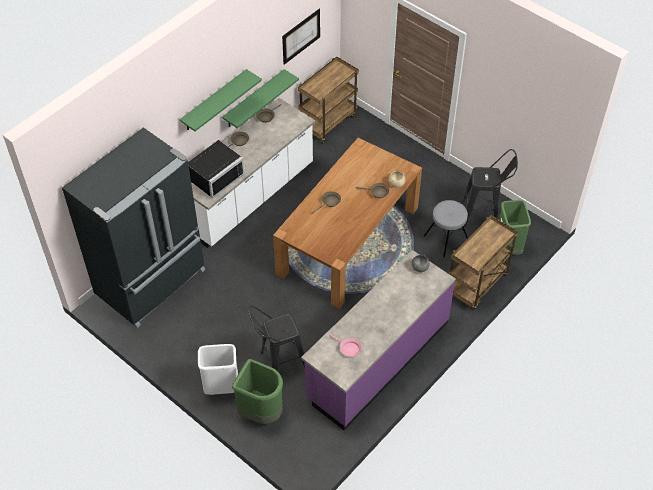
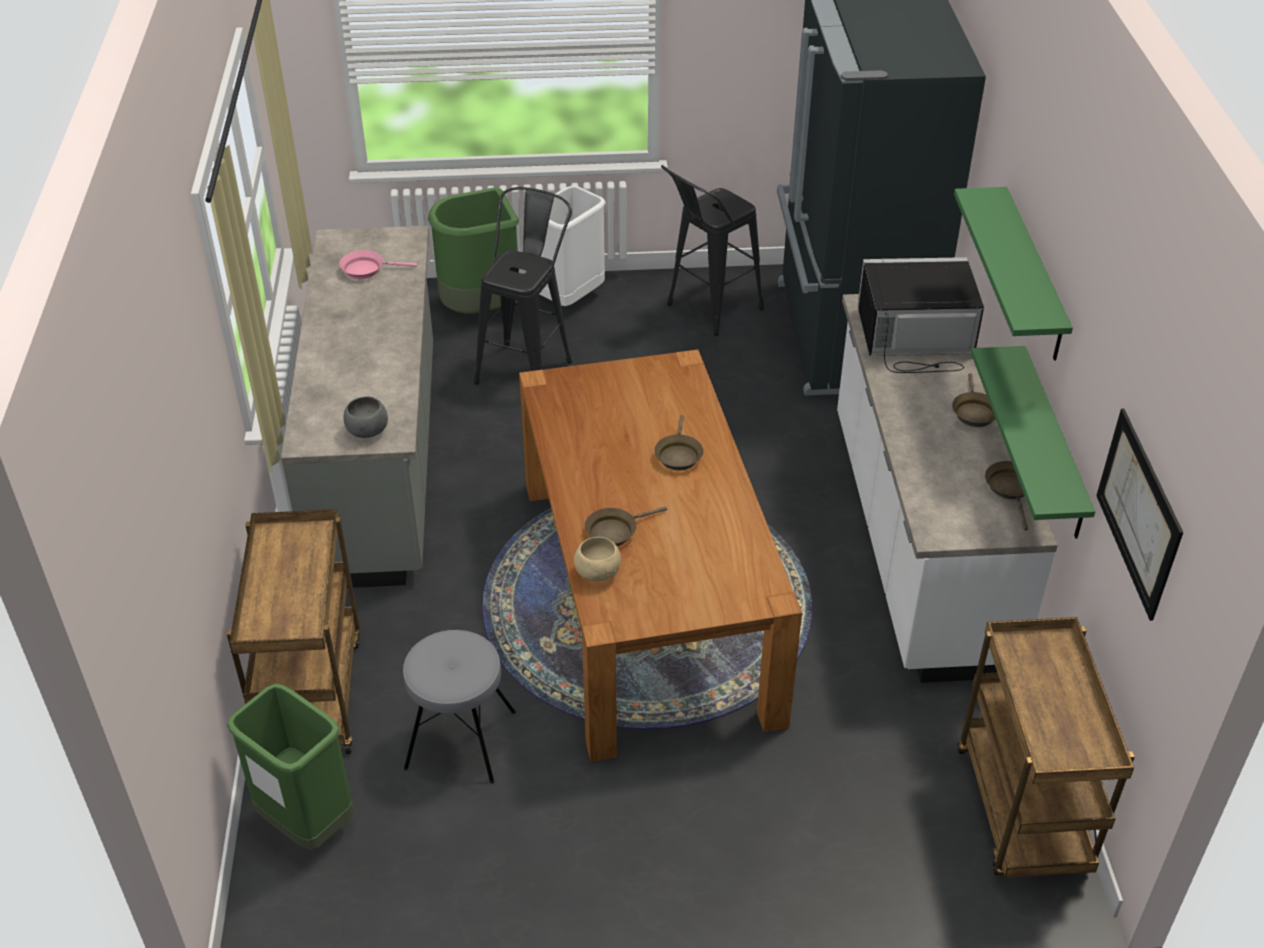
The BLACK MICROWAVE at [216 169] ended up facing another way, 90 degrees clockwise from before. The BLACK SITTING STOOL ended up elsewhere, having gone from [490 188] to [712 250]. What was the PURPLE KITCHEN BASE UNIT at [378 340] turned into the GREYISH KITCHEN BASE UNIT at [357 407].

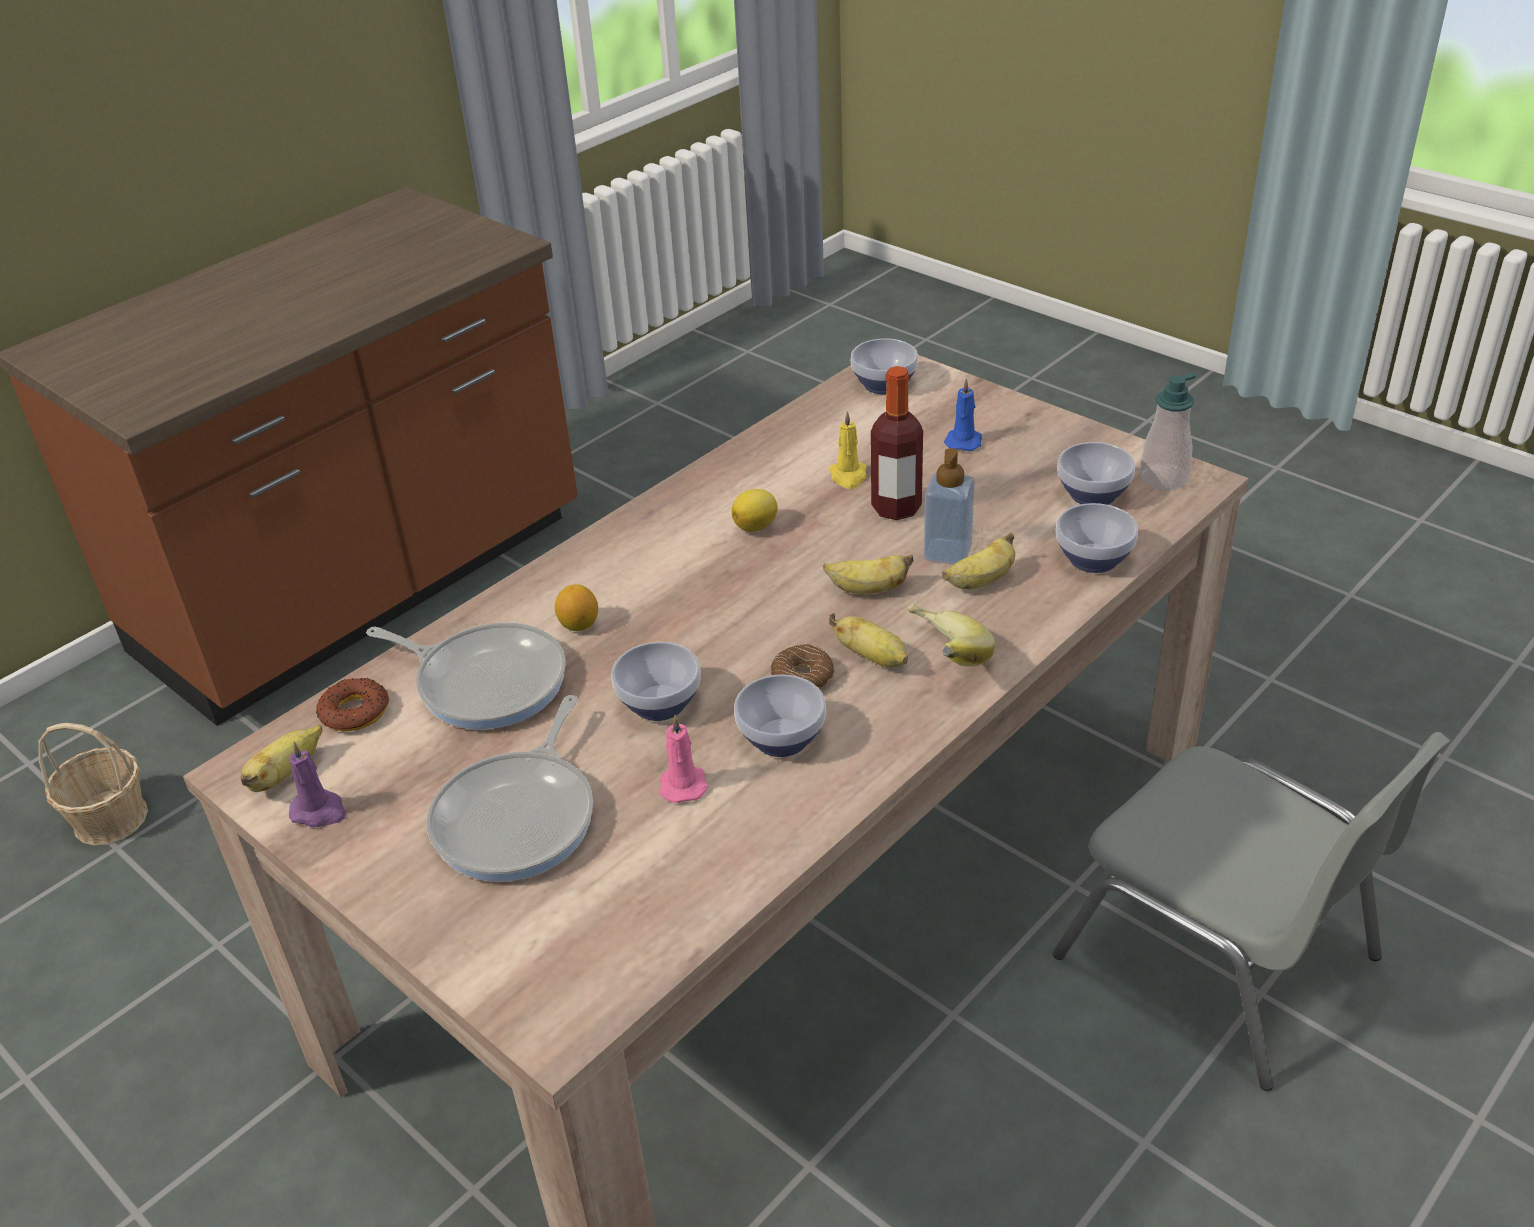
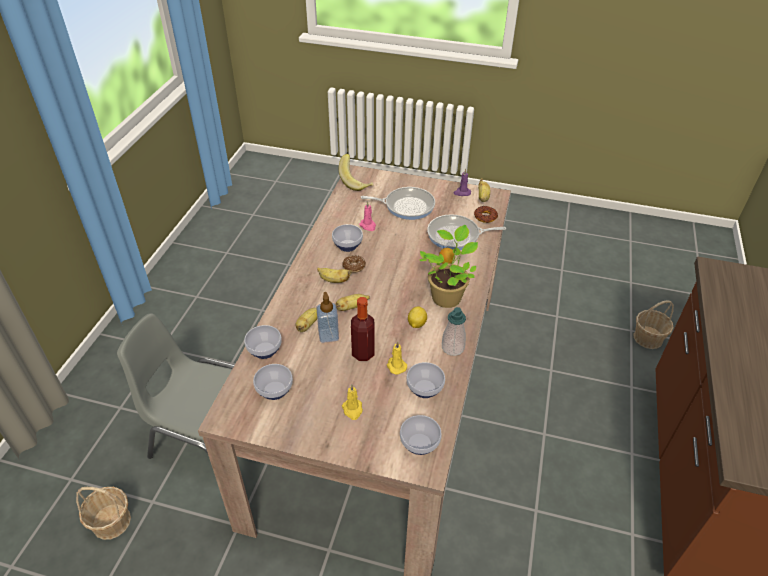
The SOAP DISPENSER ended up elsewhere, having gone from [1168 431] to [454 331]. What was the BLUE-COLOURED WAX CANDLE at [963 414] turned into the YELLOW WAX CANDLE at [352 402]. The BANANA FRUIT ended up elsewhere, having gone from [951 635] to [356 172]. The BOWL ended up elsewhere, having gone from [656 681] to [425 380]. The PAN at [510 788] ended up facing another way, 105 degrees clockwise from before. The second view gained the POTTED PLANT at [449 266]. The second view gained the STORAGE BASKET at [103 513].

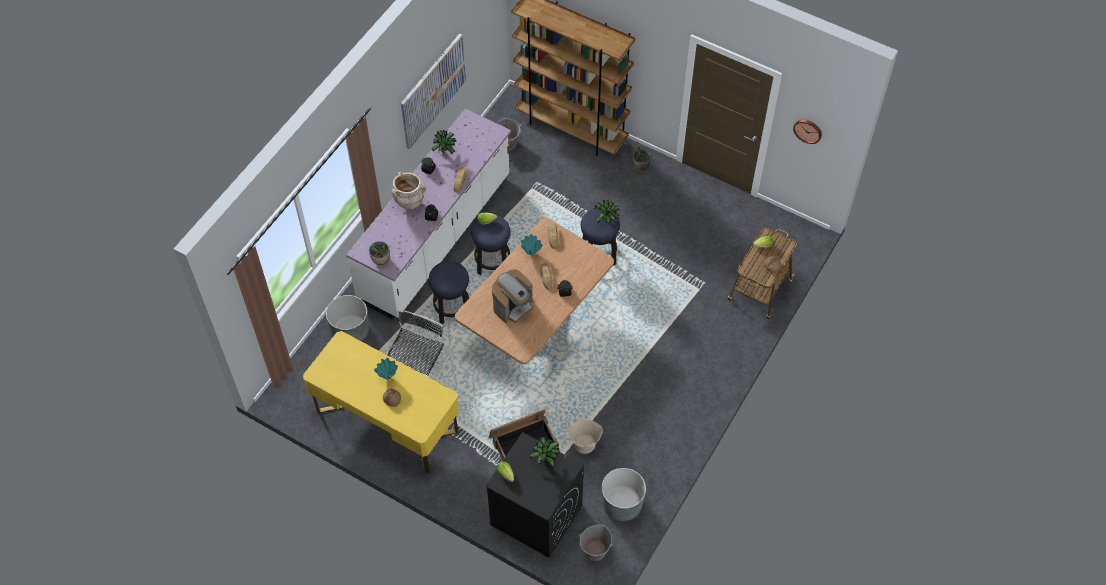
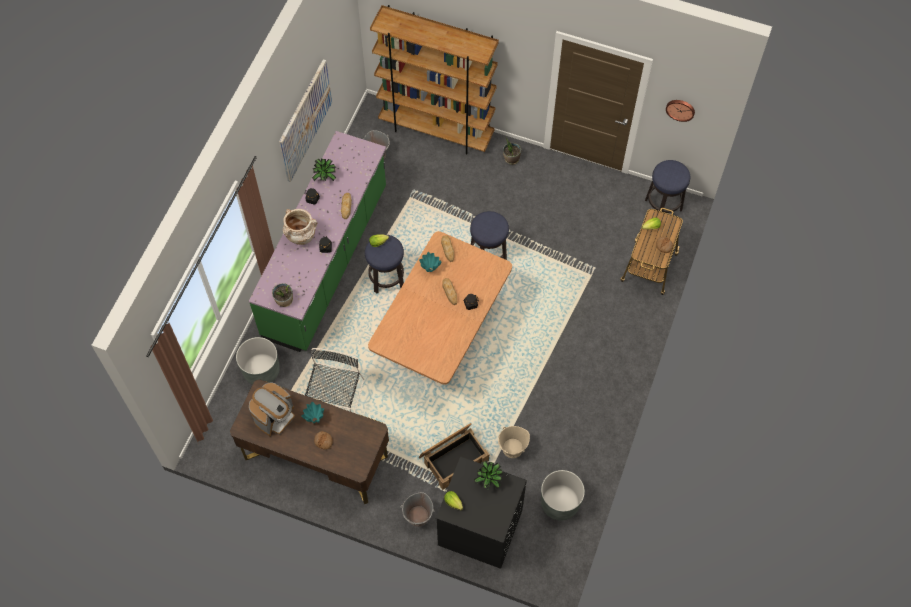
What was the WHITISH KITCHEN BASE UNIT at [428 214] turned into the GREENISH KITCHEN BASE UNIT at [317 241]. The second view lost the POTTED PLANT at [607 211]. The SITTING STOOL ended up elsewhere, having gone from [449 292] to [667 186]. The COFFEE MAKER ended up elsewhere, having gone from [512 296] to [272 409]. What was the YELLOW DESK TABLE at [381 402] turned into the BROWN DESK TABLE at [309 441]. The GREYISH BUCKET ended up elsewhere, having gone from [596 543] to [418 509].

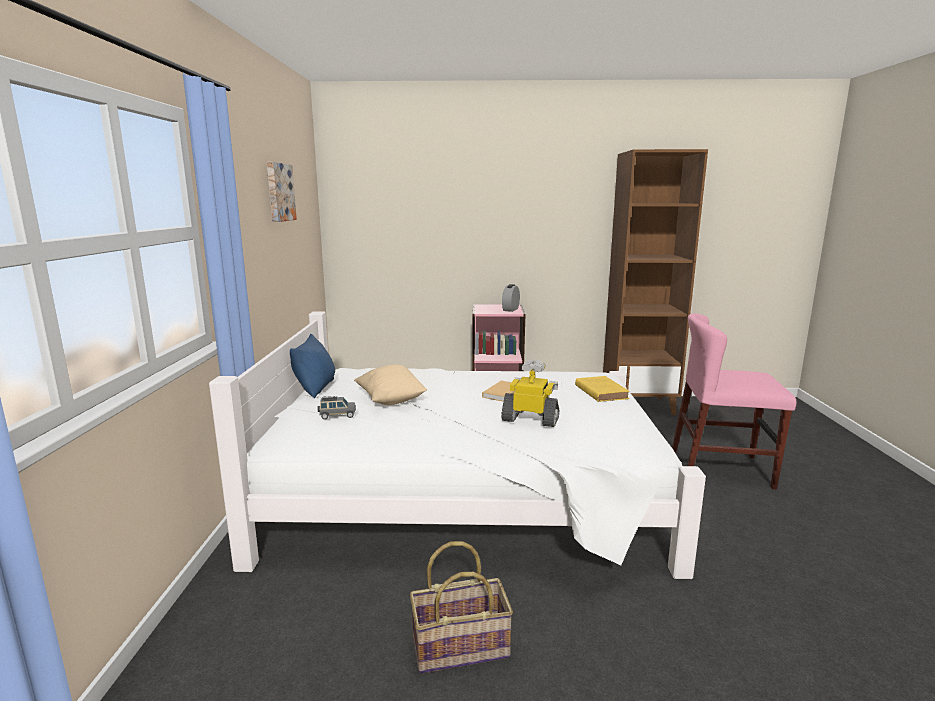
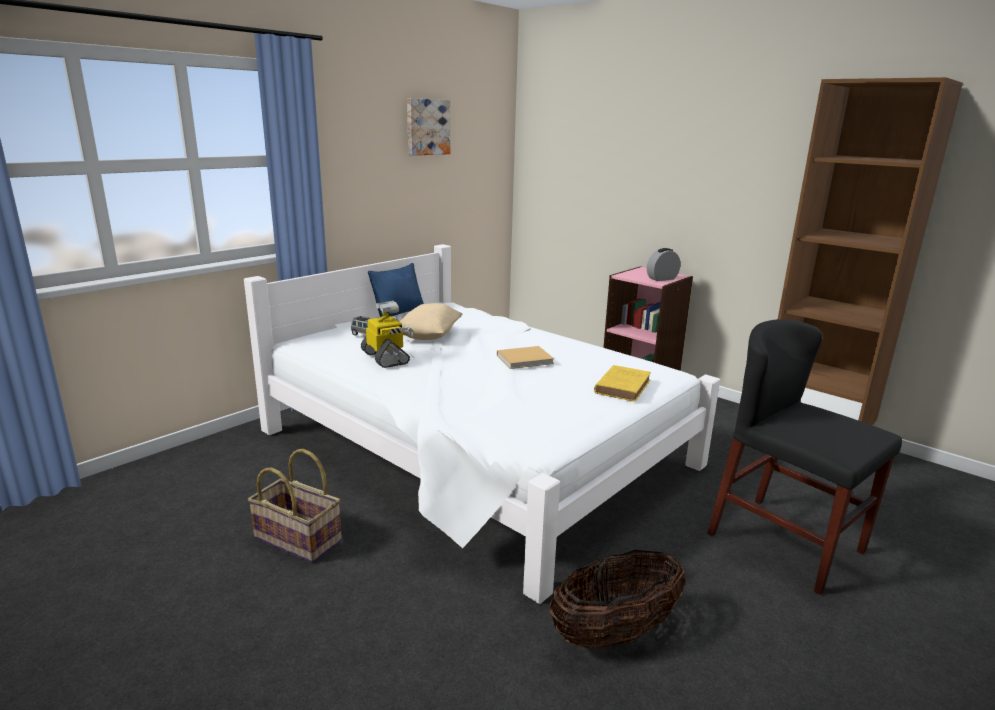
What was the PINKISH UPRIGHT CHAIR at [734 401] turned into the BLACK UPRIGHT CHAIR at [804 457]. The TOY ROBOT ended up elsewhere, having gone from [530 393] to [387 334]. The second view gained the STORAGE BASKET at [618 599].

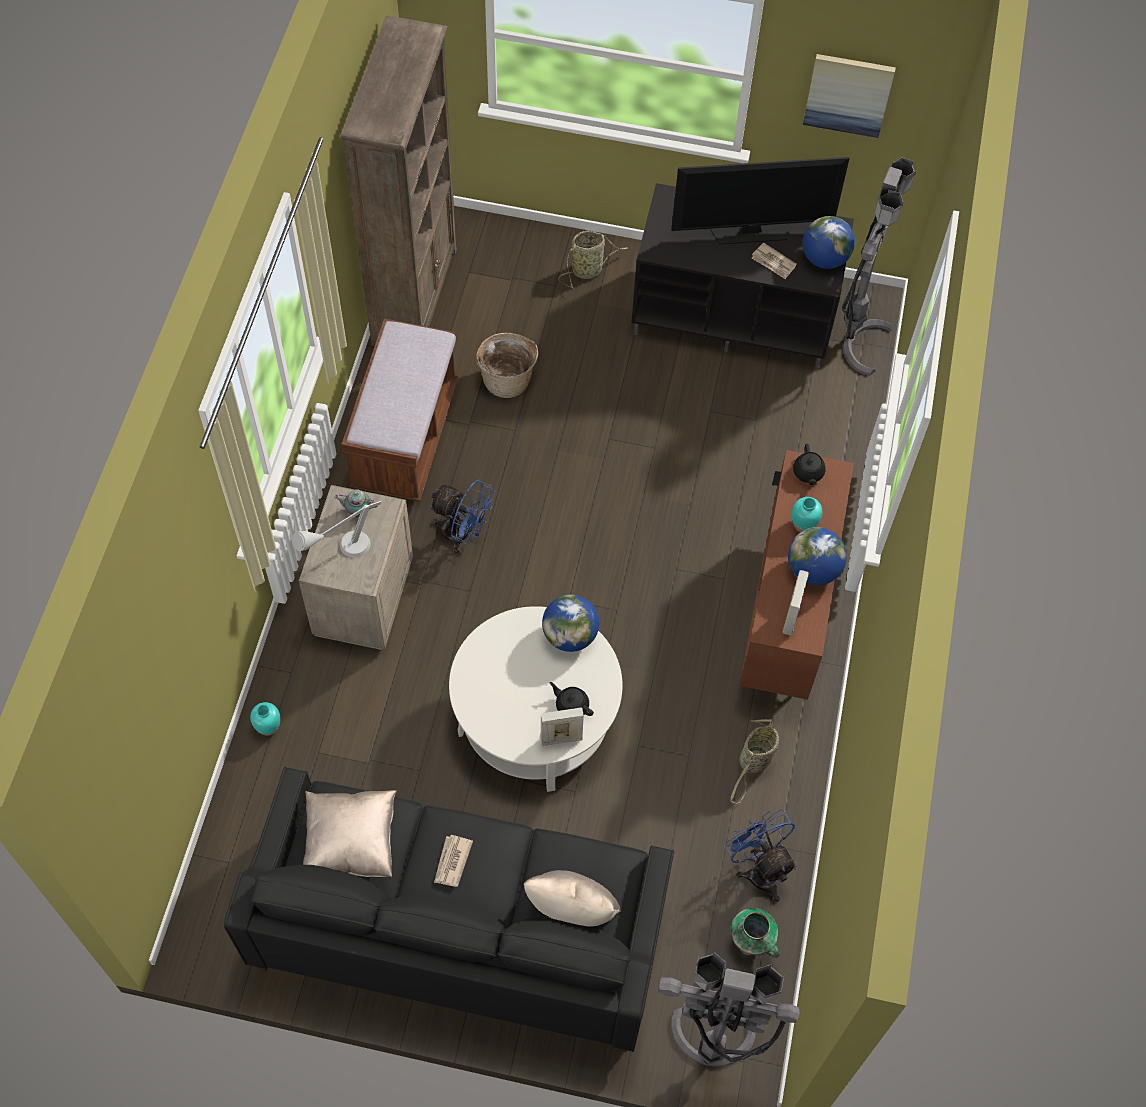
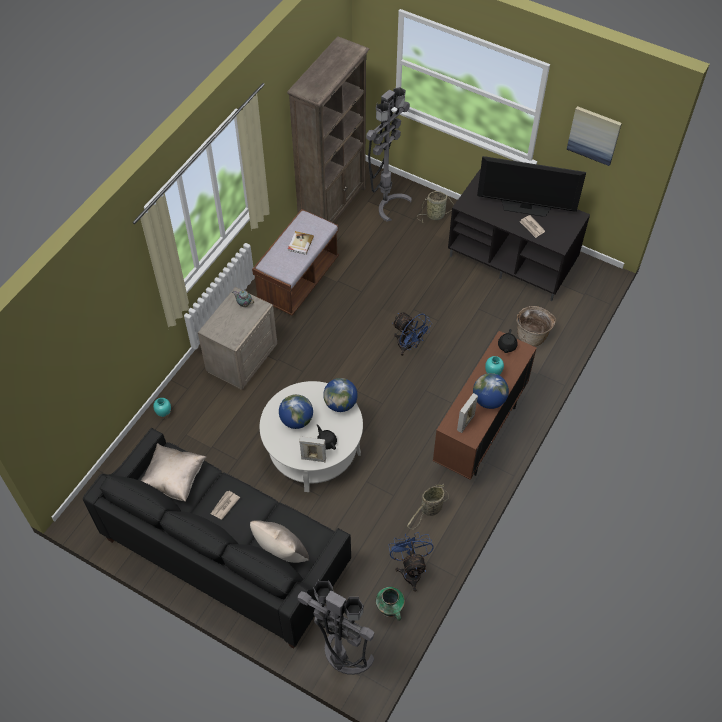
The GREYISH STANDARD LAMP ended up elsewhere, having gone from [879 266] to [389 154]. The DESK GLOBE ended up elsewhere, having gone from [828 242] to [296 411]. The STORAGE BASKET ended up elsewhere, having gone from [507 365] to [536 326]. The BLUE-COLOURED FAN ended up elsewhere, having gone from [462 517] to [412 334]. The second view lost the GREYISH LAMP FOR A TABLE at [336 529]. The second view gained the BOOK at [301 243].

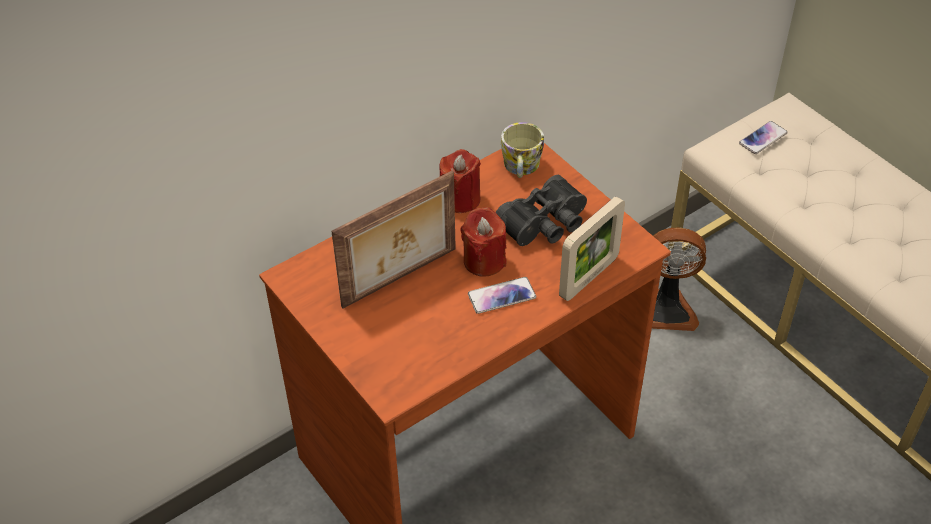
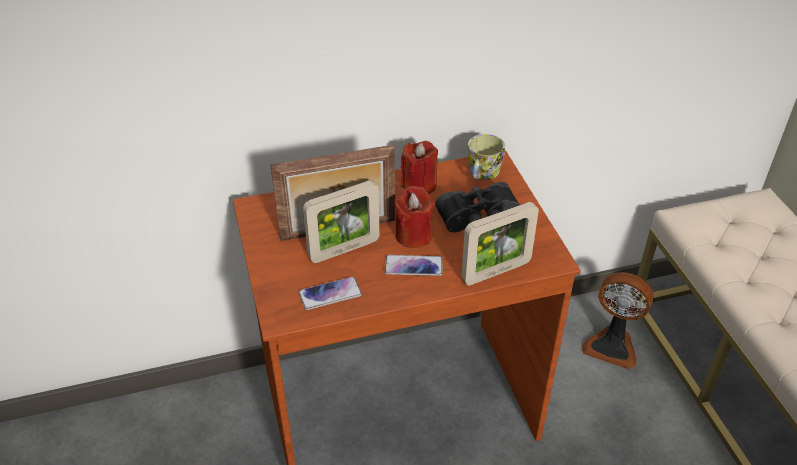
The HANDSET ended up elsewhere, having gone from [763 137] to [330 293]. The second view gained the PHOTO FRAME at [341 221].

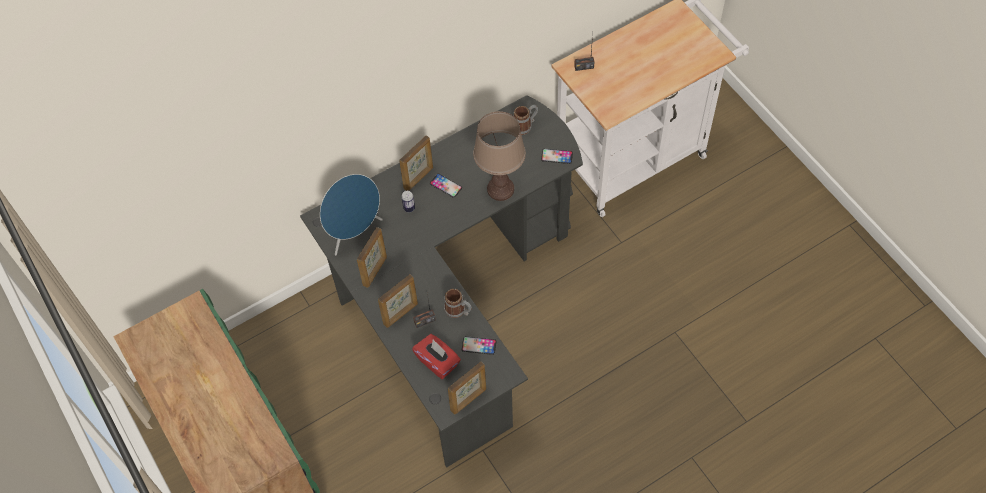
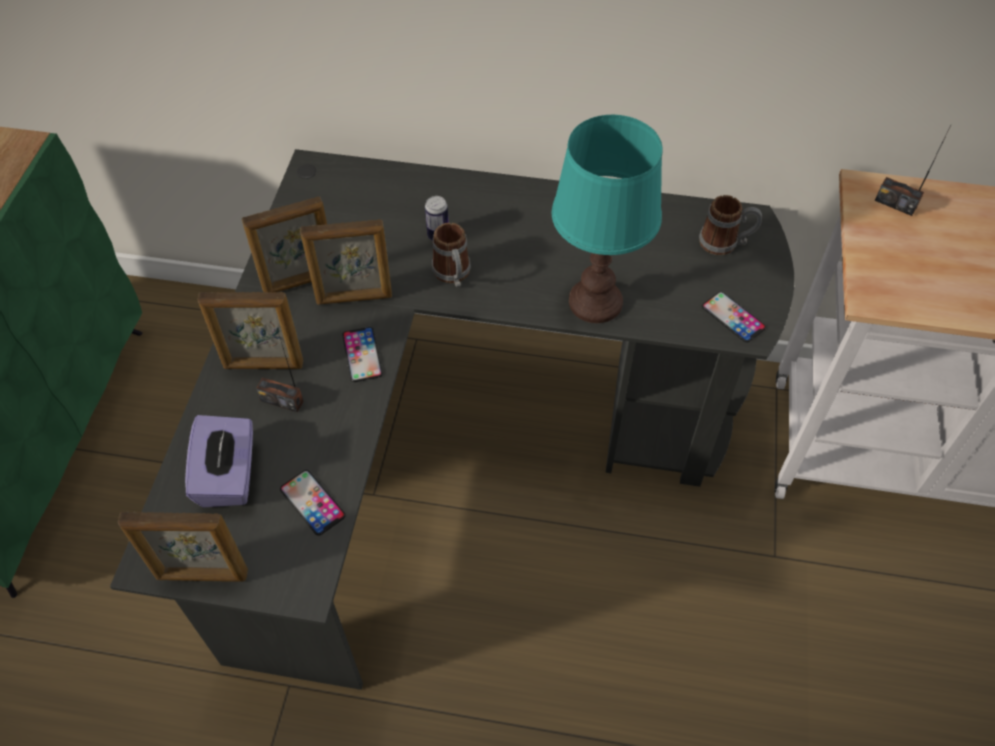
What was the BROWN LAMP FOR A TABLE at [499 156] turned into the TURQUOISE LAMP FOR A TABLE at [607 219]. The PHOTO FRAME ended up elsewhere, having gone from [416 163] to [346 262]. The second view lost the BLUE-COLOURED SPEAKER at [351 215]. The HANDSET ended up elsewhere, having gone from [446 186] to [362 354]. The COFFEE MUG ended up elsewhere, having gone from [458 303] to [451 255]. What was the RED-COLOURED TISSUE BOX at [436 356] turned into the PURPLE TISSUE BOX at [219 461].

